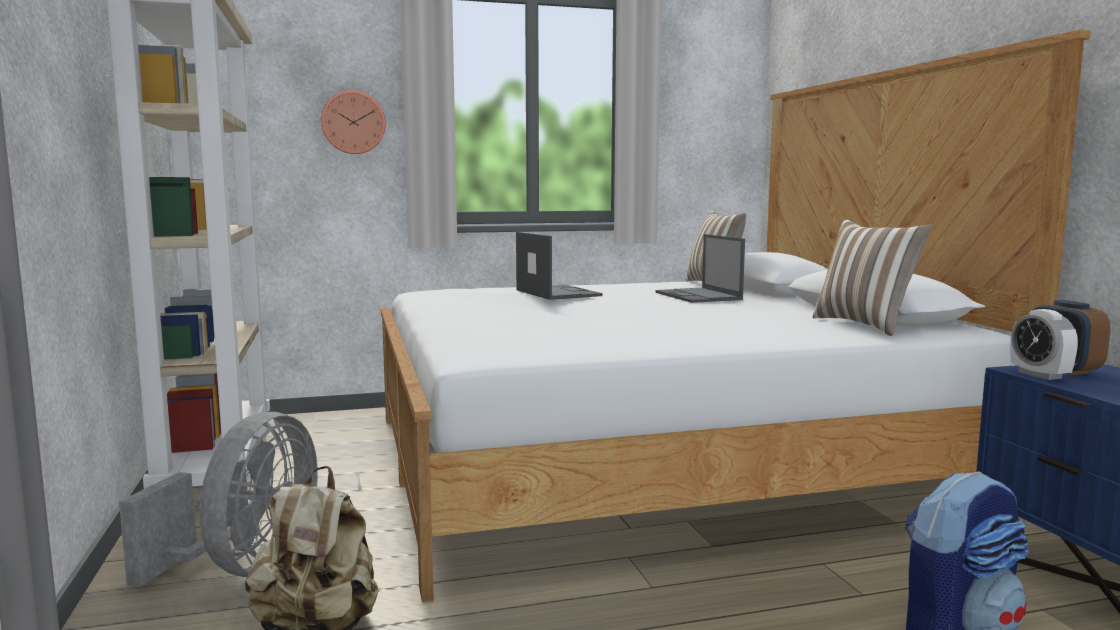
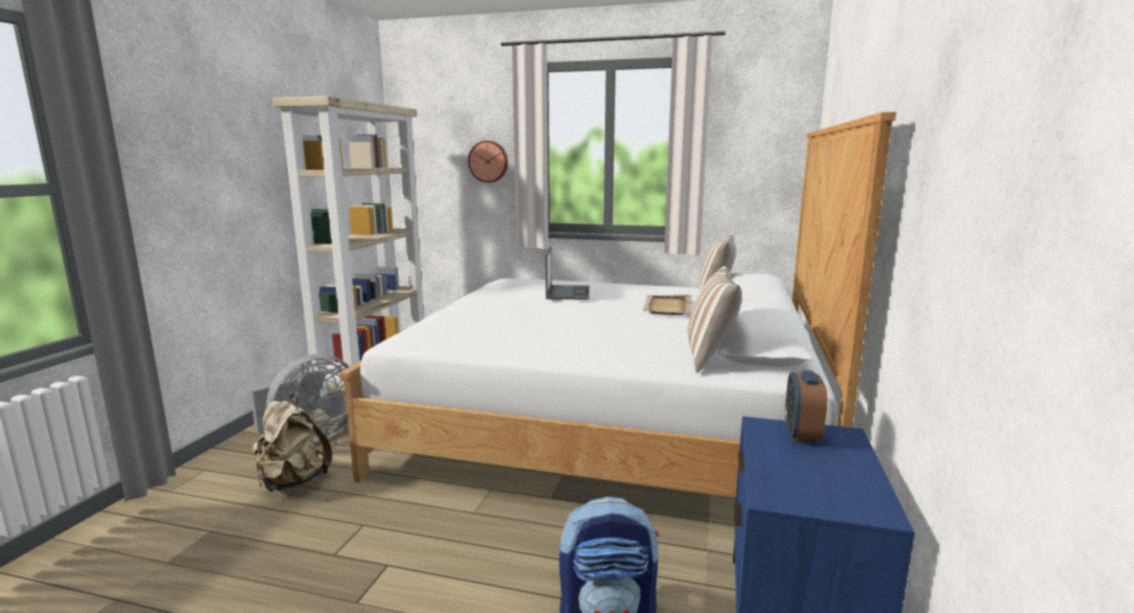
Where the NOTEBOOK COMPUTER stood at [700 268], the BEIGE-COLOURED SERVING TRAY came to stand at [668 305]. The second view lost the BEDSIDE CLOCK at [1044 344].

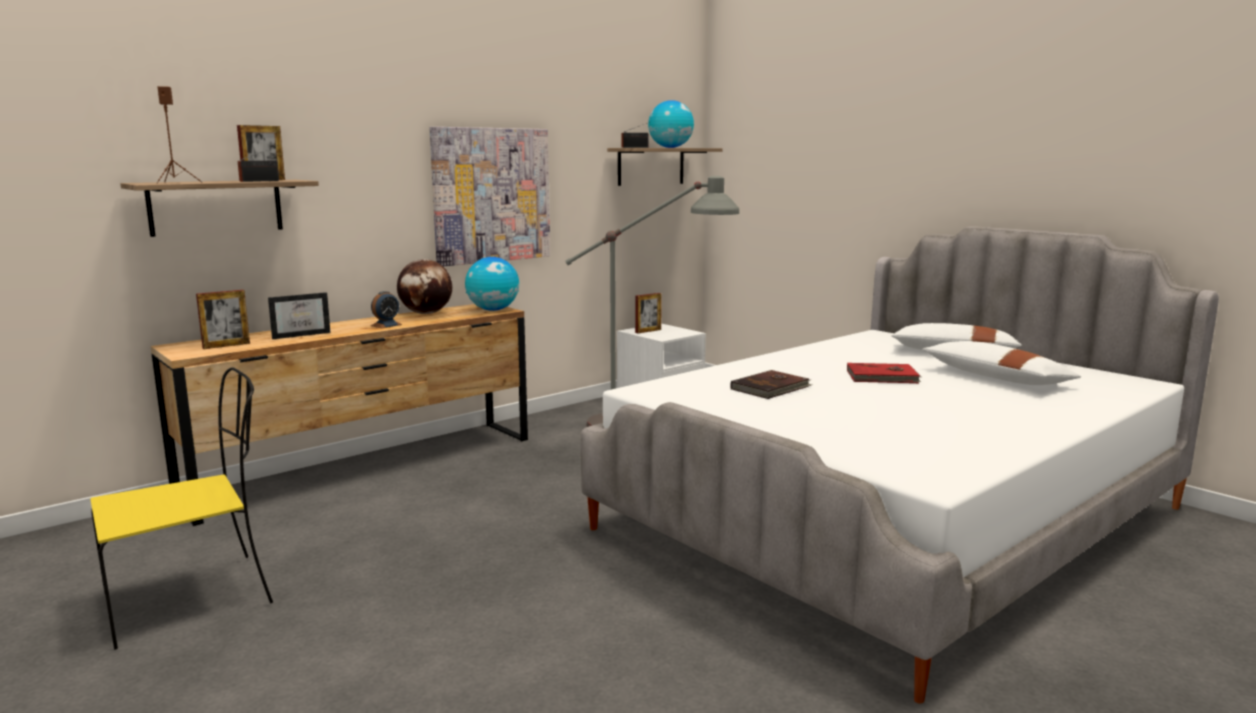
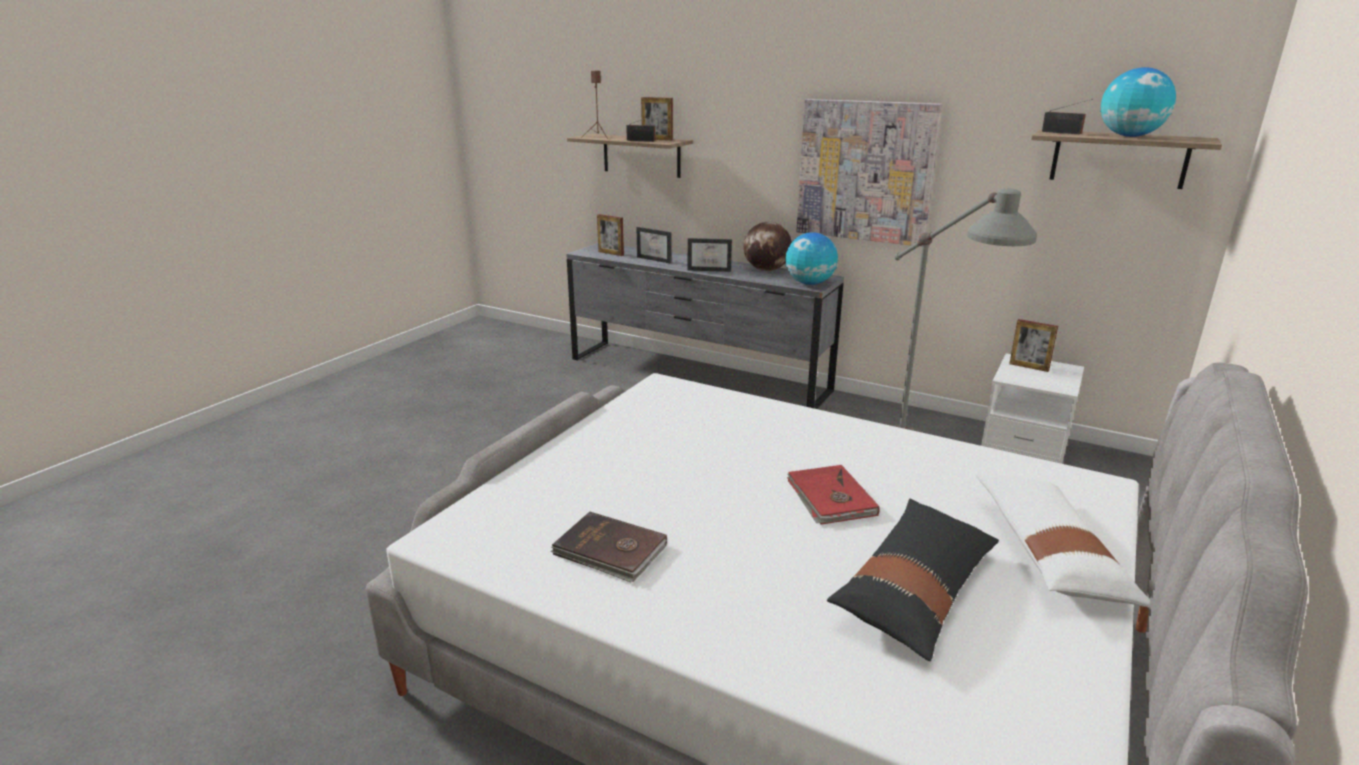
Where the BEDSIDE CLOCK stood at [386 310], the PHOTO FRAME came to stand at [710 255]. What was the BROWN CHEST OF DRAWERS at [339 415] turned into the GREYISH CHEST OF DRAWERS at [705 326]. What was the WHITISH THROW PILLOW at [1001 363] turned into the BLACK THROW PILLOW at [913 580]. The second view lost the YELLOW UPRIGHT CHAIR at [181 508]. The BROWN BOOK ended up elsewhere, having gone from [771 384] to [609 546].

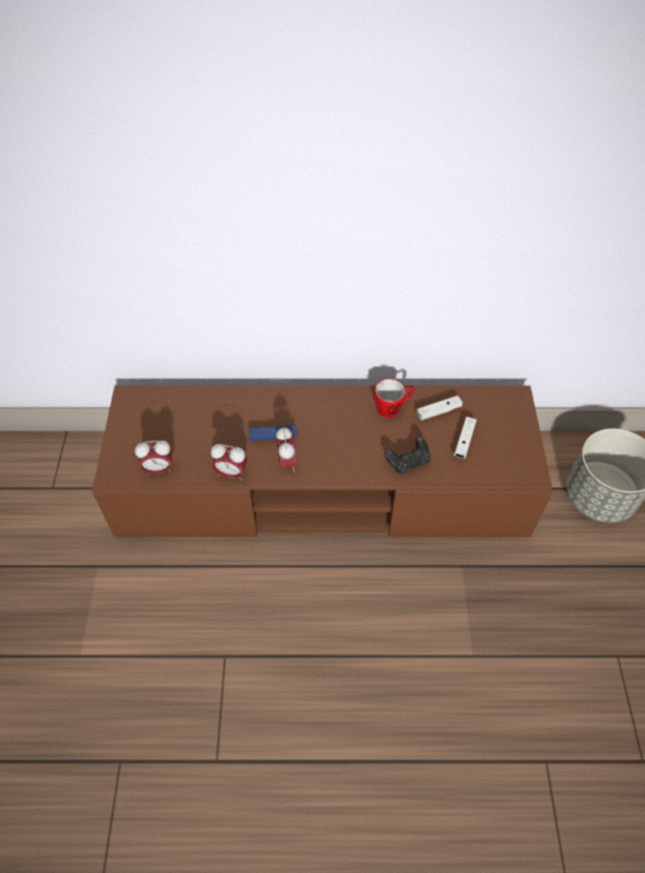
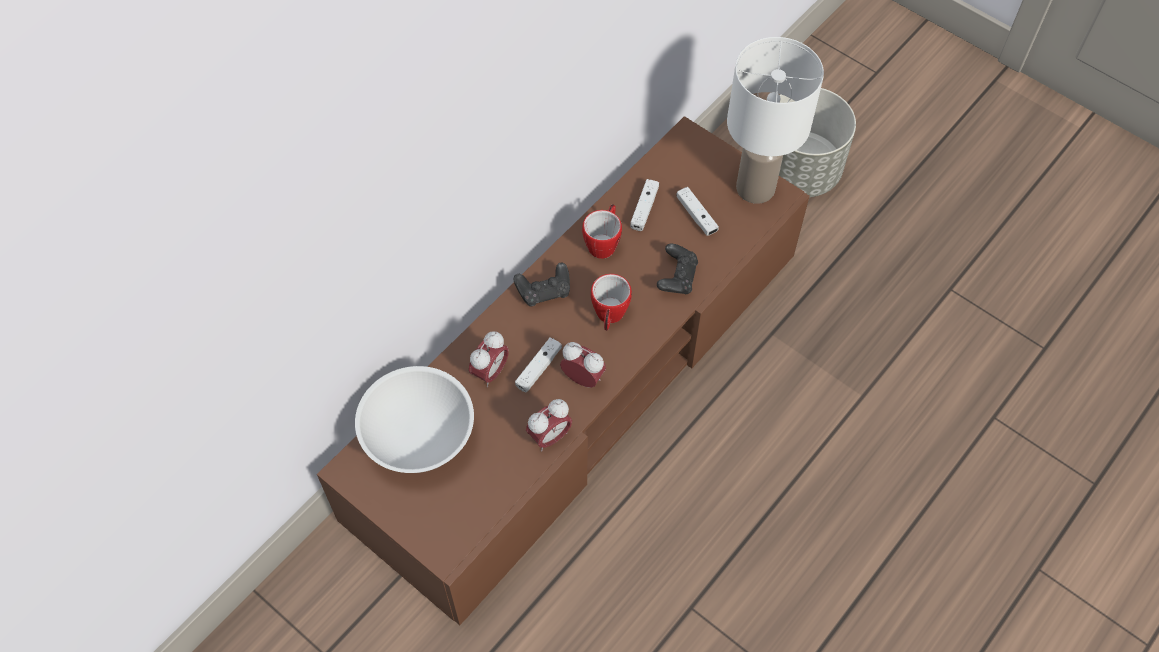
What was the BLUE-COLOURED JOYPAD at [273 433] turned into the WHITISH JOYPAD at [538 365]. The BEDSIDE CLOCK ended up elsewhere, having gone from [153 458] to [489 359]. The second view gained the WHITISH LAMP FOR A TABLE at [775 120]. The second view gained the BLACK JOYPAD at [541 284]. The second view gained the COFFEE MUG at [611 302]. The second view gained the WHITISH BOWL at [414 419].

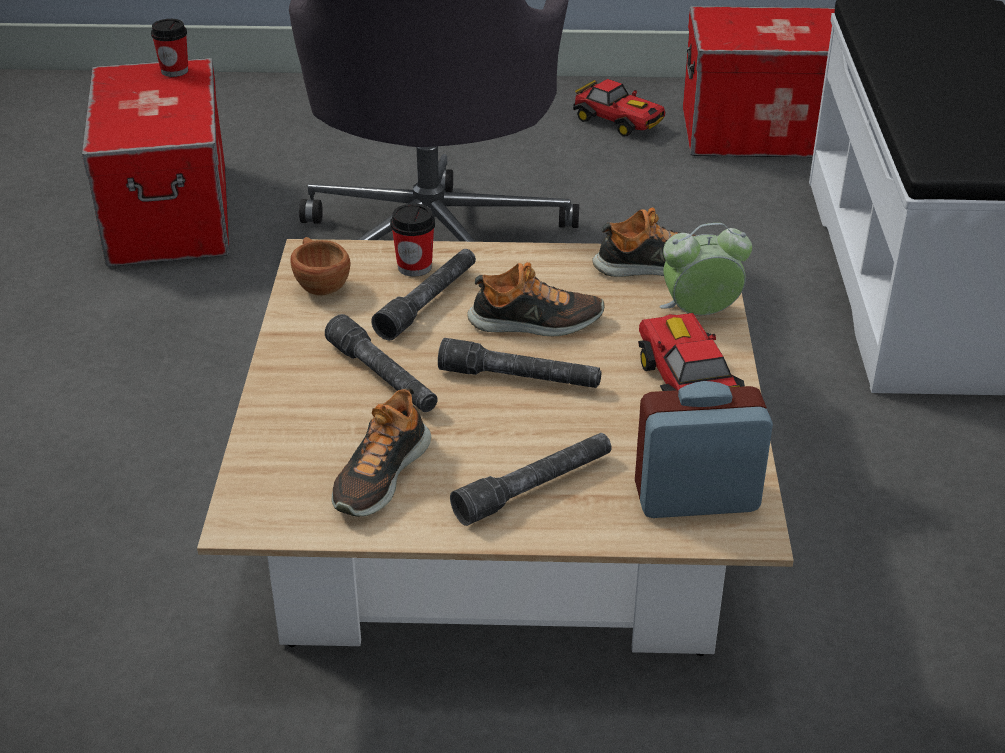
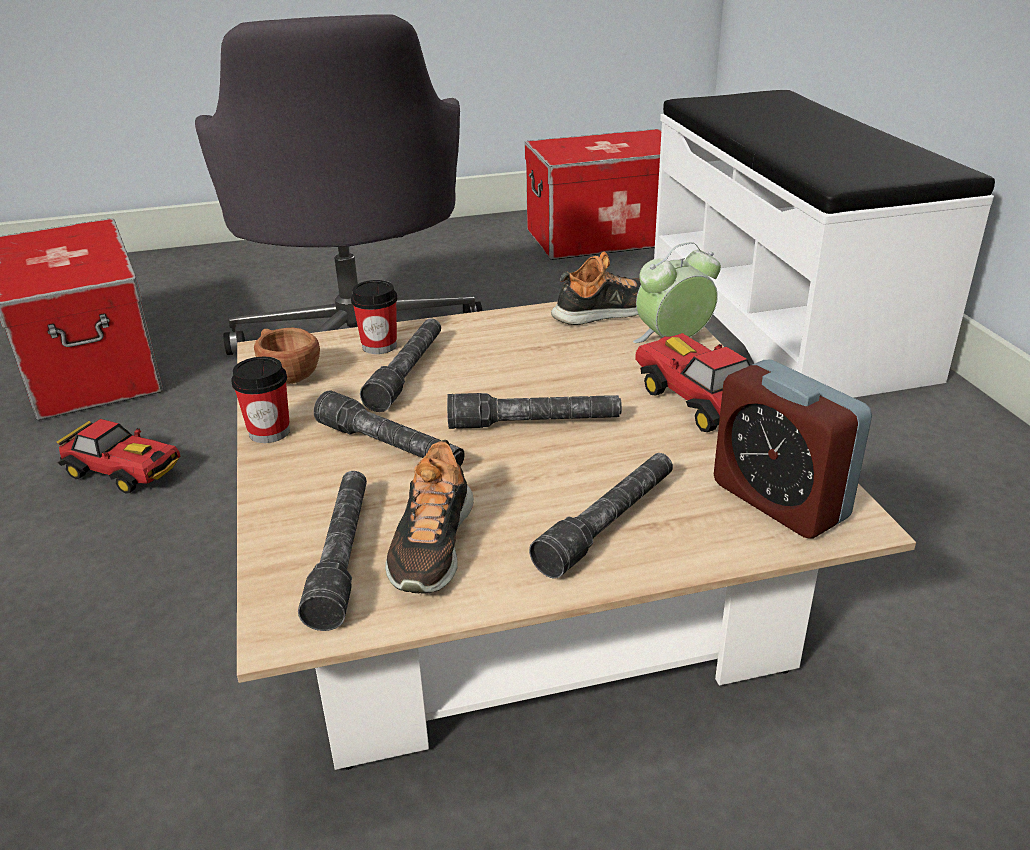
The CUP ended up elsewhere, having gone from [169 48] to [260 400]. The MODEL CAR ended up elsewhere, having gone from [619 108] to [119 456]. The second view lost the LOW SHOE at [536 299]. The BEDSIDE CLOCK at [704 449] ended up facing another way, 105 degrees counterclockwise from before. The second view gained the GREYISH TORCH at [332 551].

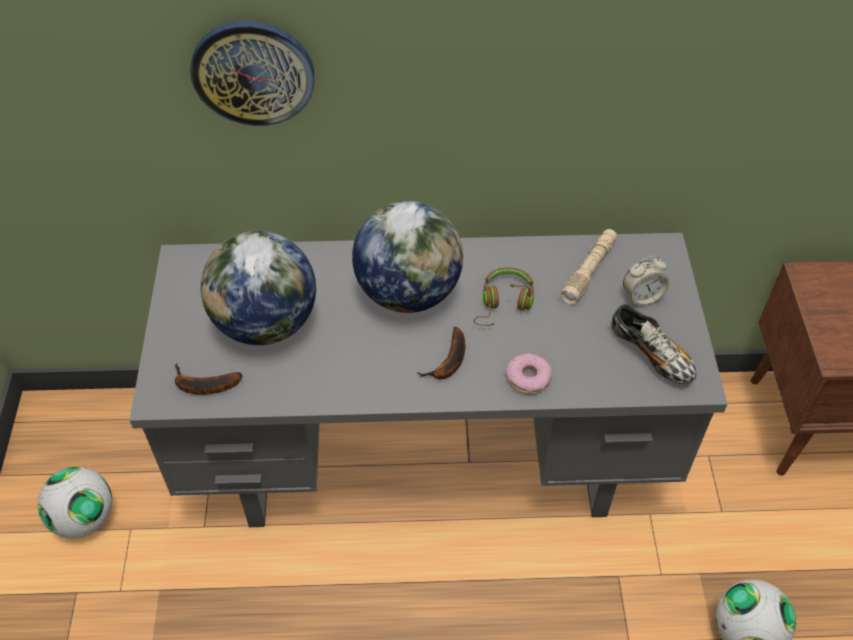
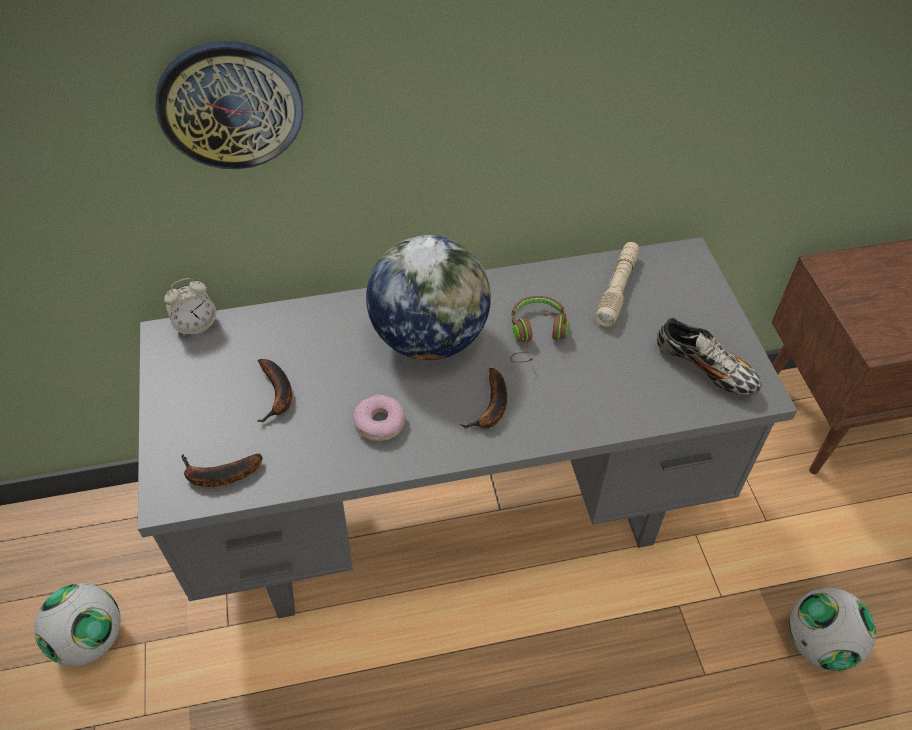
Where the DESK GLOBE stood at [258 288], the BANANA FRUIT came to stand at [275 391]. The BEDSIDE CLOCK ended up elsewhere, having gone from [646 281] to [190 307]. The DOUGHNUT ended up elsewhere, having gone from [529 374] to [379 418].

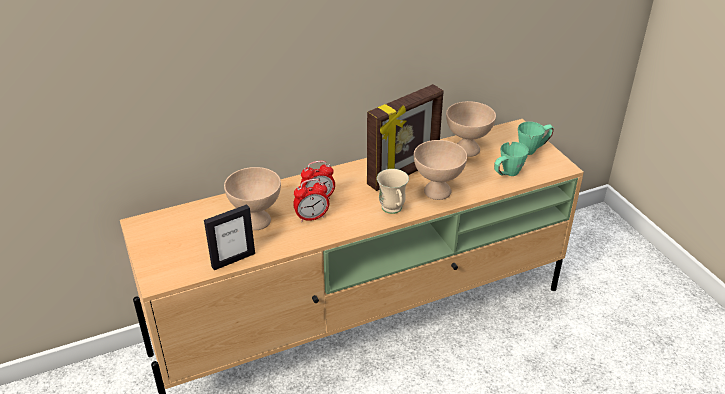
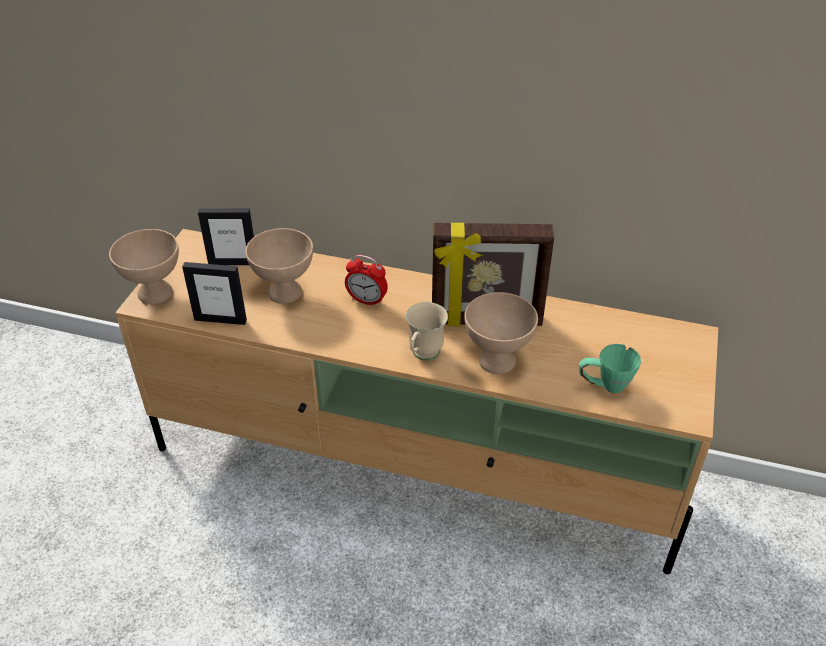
The BEIGE-COLOURED BOWL ended up elsewhere, having gone from [471 129] to [144 266]. The second view lost the GREENISH COFFEE MUG at [536 138]. The second view lost the BEDSIDE CLOCK at [311 200]. The second view gained the PHOTO FRAME at [226 236].

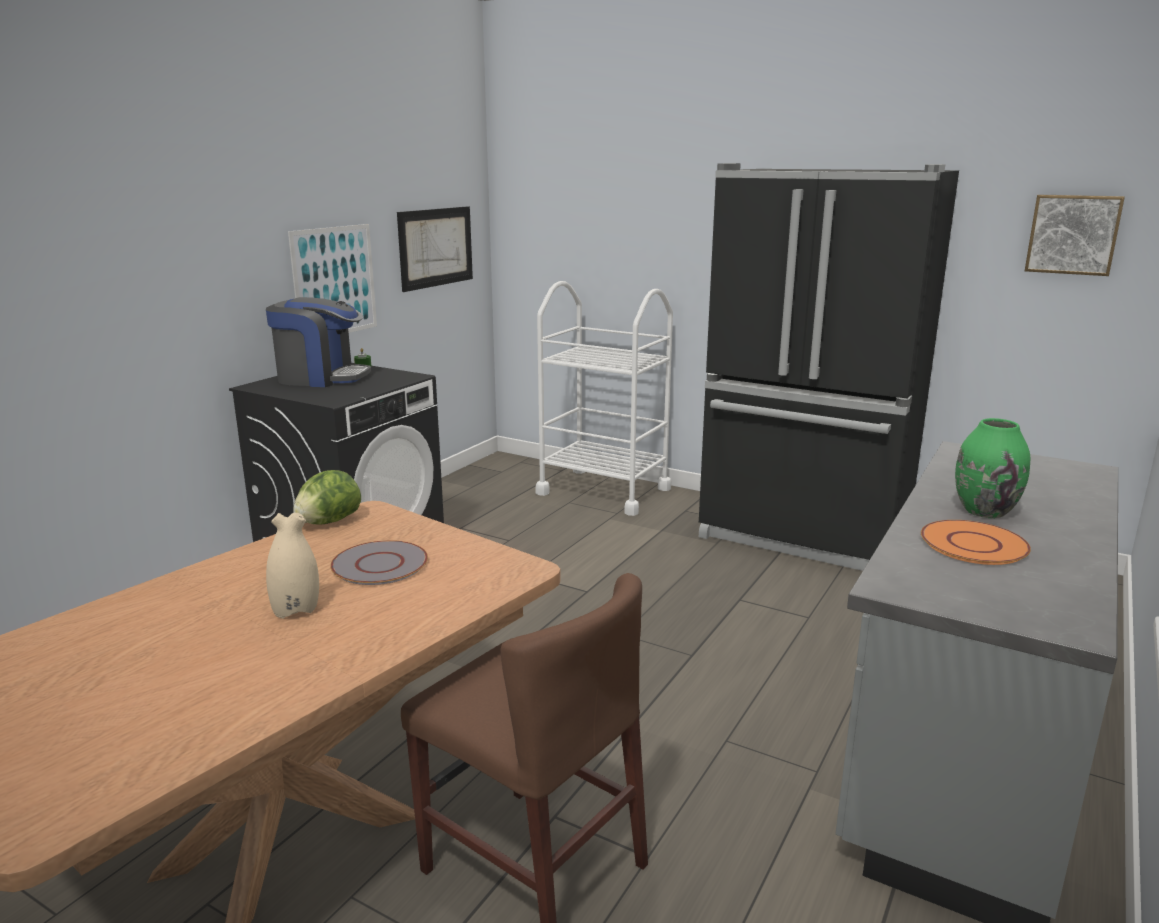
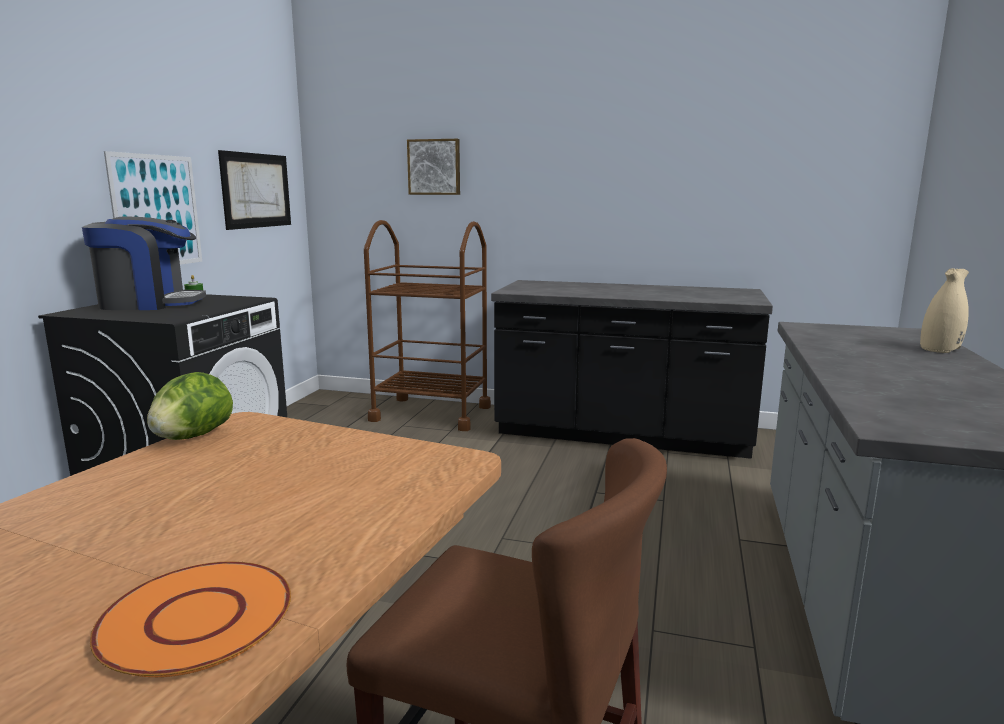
Where the BLACK REFRIGERATOR stood at [829 367], the BLACK KITCHEN BASE UNIT came to stand at [632 369]. The WALL PICTURE ended up elsewhere, having gone from [1075 235] to [433 167]. What was the WHITISH CART at [604 398] turned into the BROWN CART at [427 325]. The second view lost the GREENISH VASE at [992 468]. The BEIGE-COLOURED VASE ended up elsewhere, having gone from [292 566] to [944 310]. The ORANGEY PLATE ended up elsewhere, having gone from [976 542] to [190 619]. The second view lost the GREYISH PLATE at [379 562].

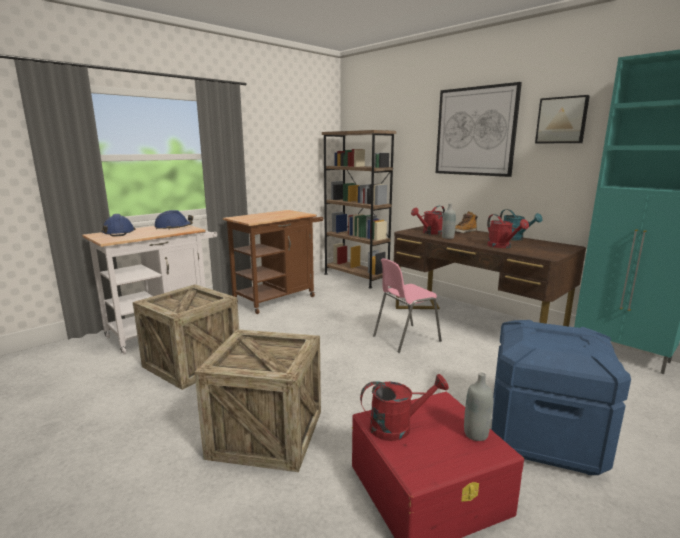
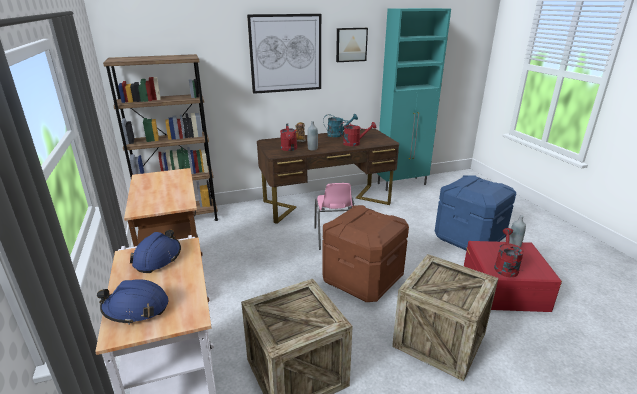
The second view gained the BROWN STORAGE BOX at [365 253].

